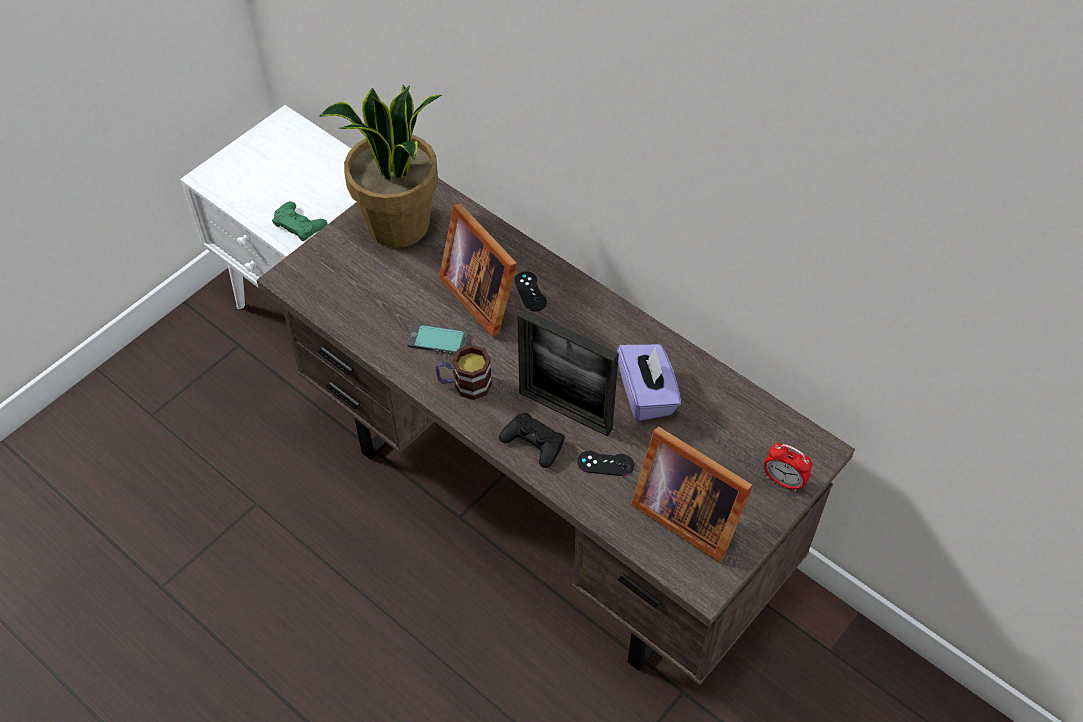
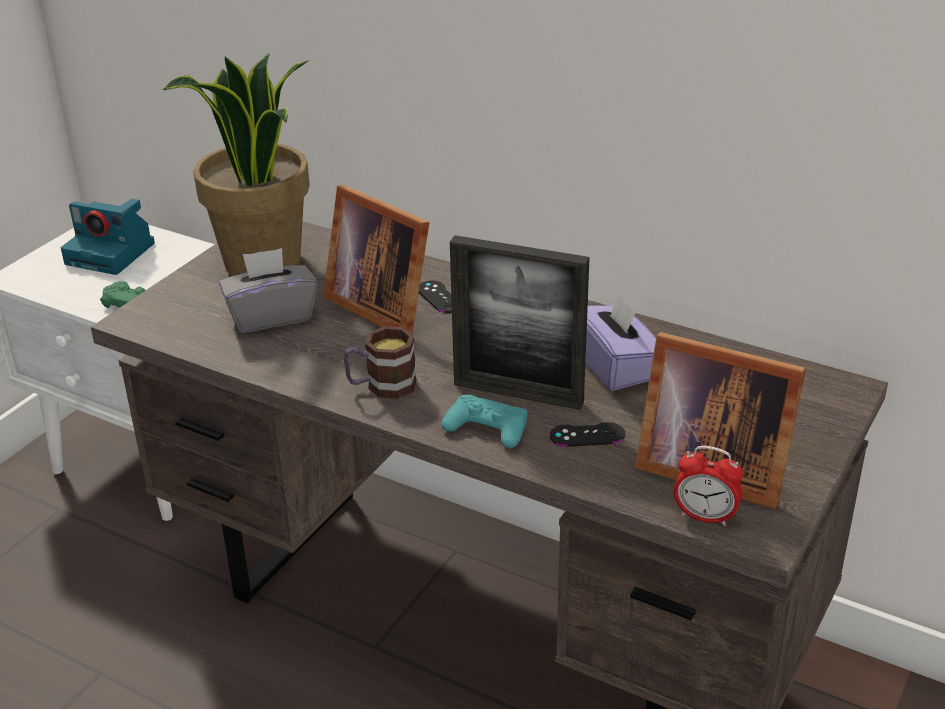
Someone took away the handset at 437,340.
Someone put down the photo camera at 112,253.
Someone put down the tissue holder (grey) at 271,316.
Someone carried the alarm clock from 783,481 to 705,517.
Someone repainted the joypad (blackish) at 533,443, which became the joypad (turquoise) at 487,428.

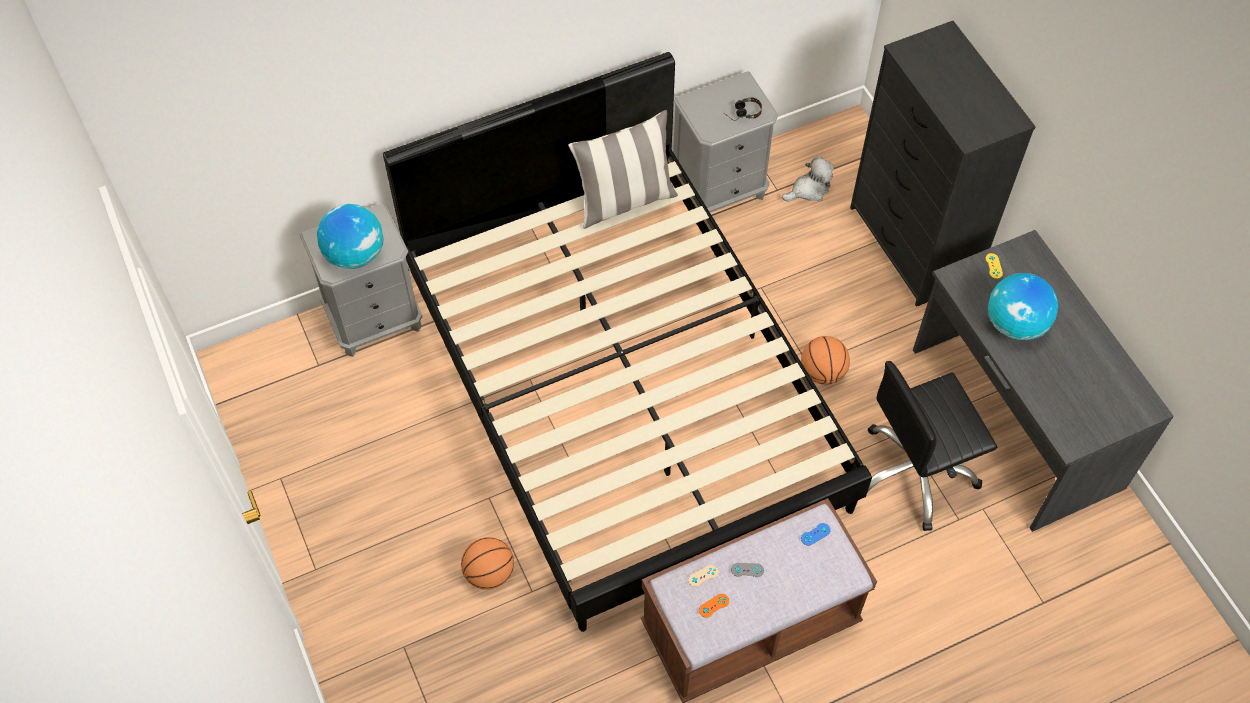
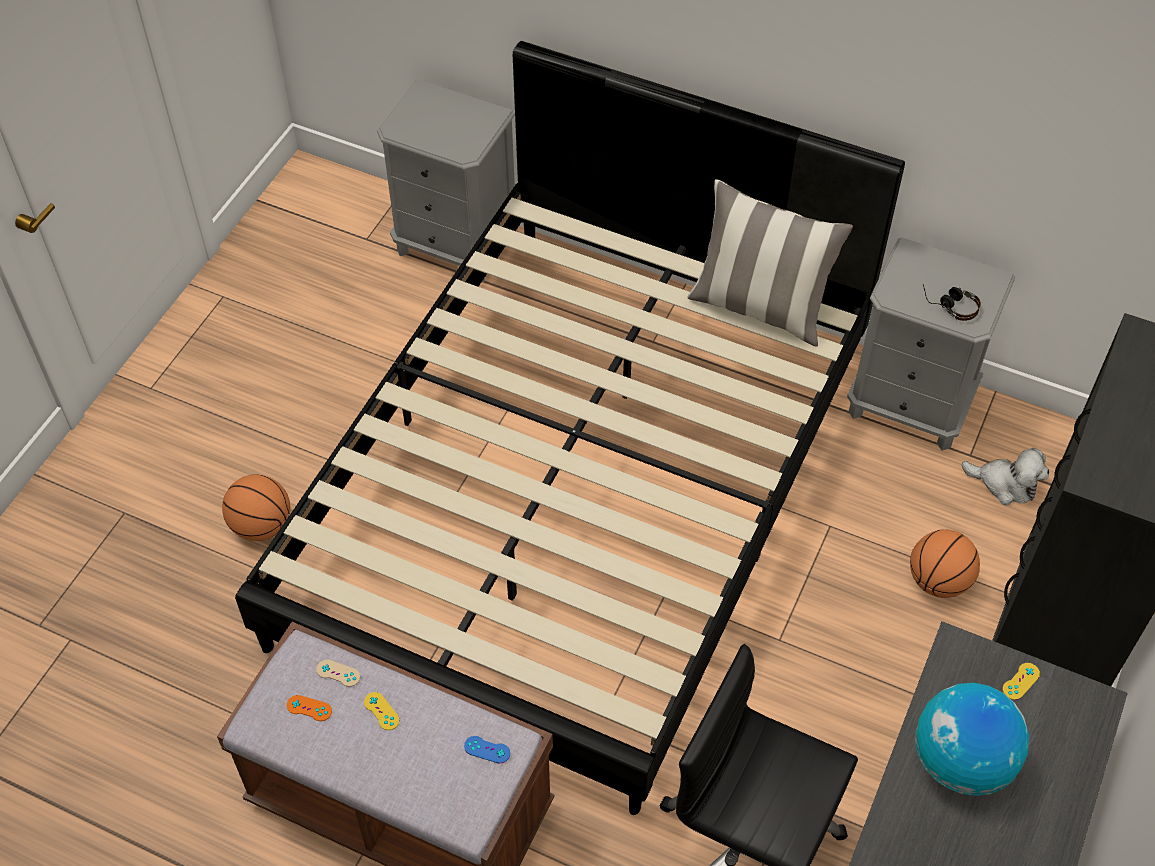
Someone took away the desk globe at 354,254.
Someone carried the ball for basketball from 822,372 to 938,581.
Someone repainted the joypad (grey) at 747,570, which became the joypad (yellow-coloured) at 381,711.

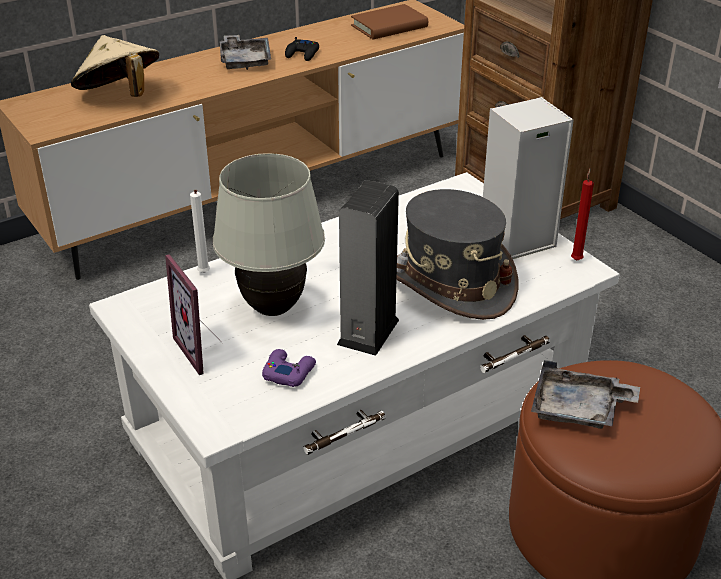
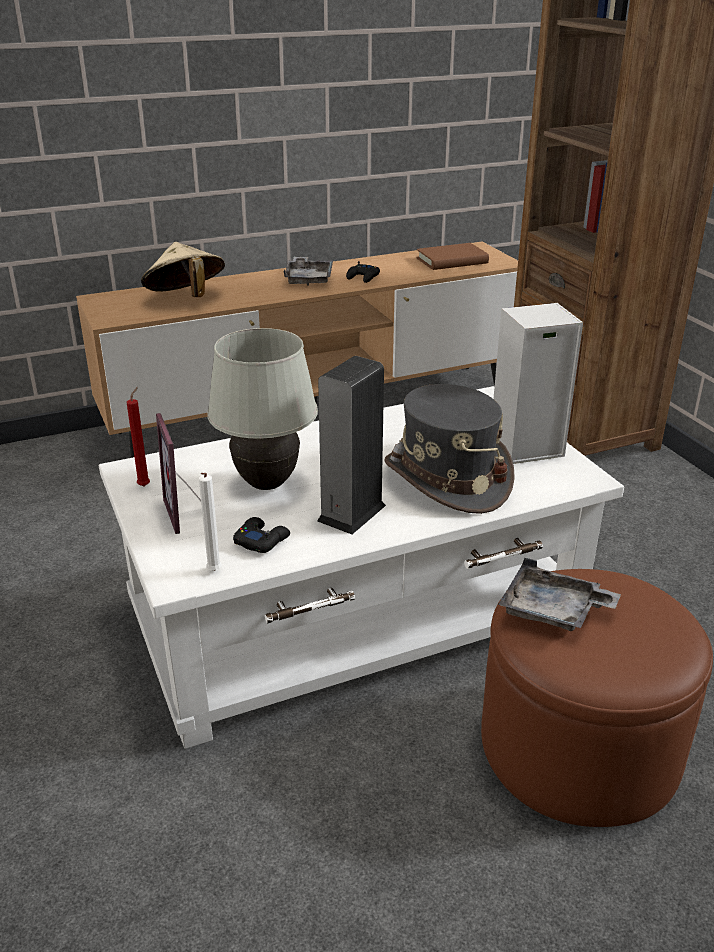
Someone carried the wax candle (white) from 203,274 to 213,572.
Someone carried the wax candle (red-coloured) from 576,259 to 145,485.
Someone repainted the joypad (purplish) at 288,372, which became the joypad (blackish) at 261,540.

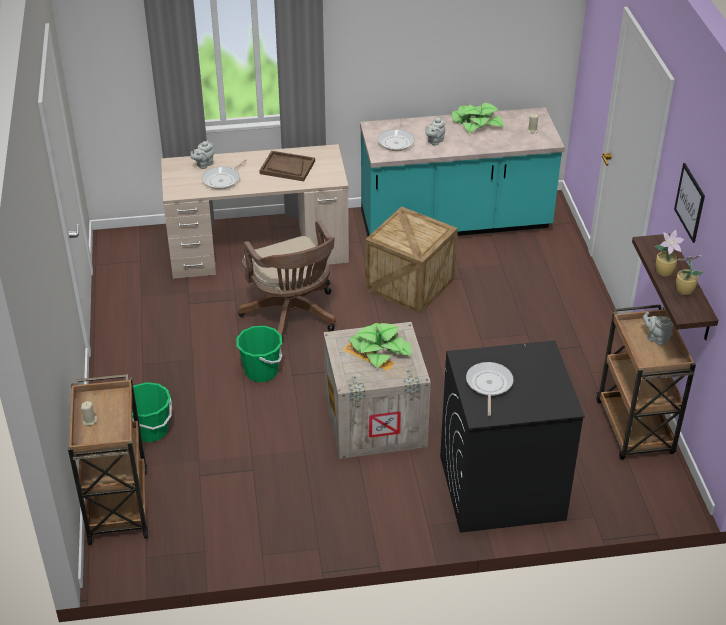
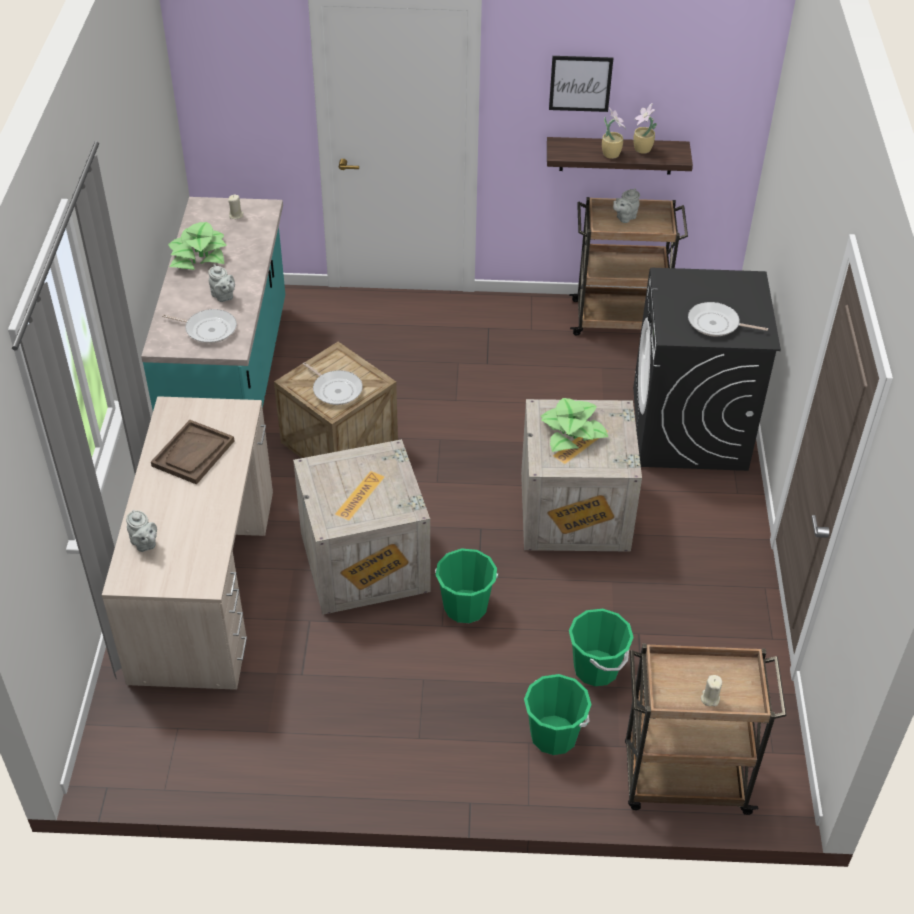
Someone put down the pail (green-coloured) at 596,668.
Someone carried the skillet from 223,180 to 335,389.
Someone swapped the office chair (brown-coloured) at 292,317 for the shipping crate at 366,563.

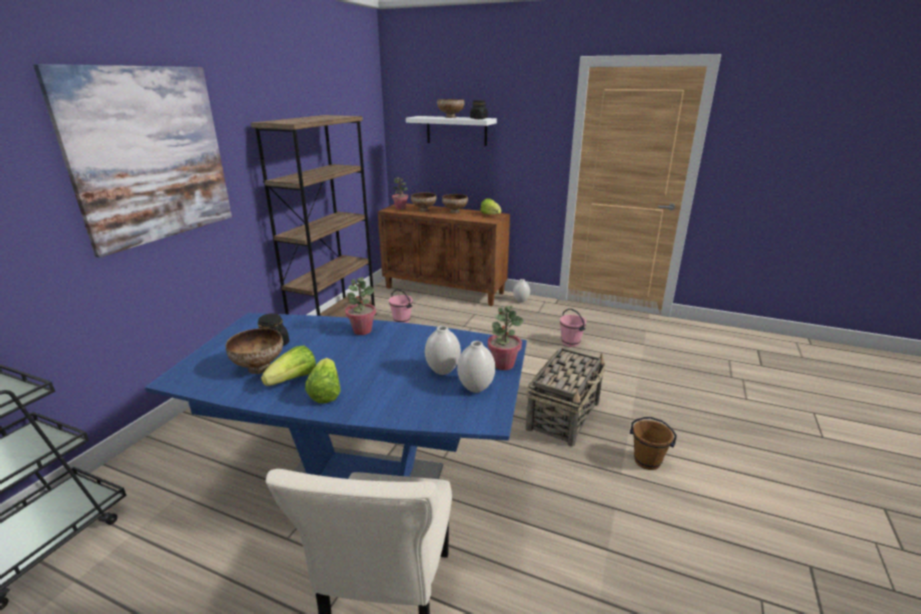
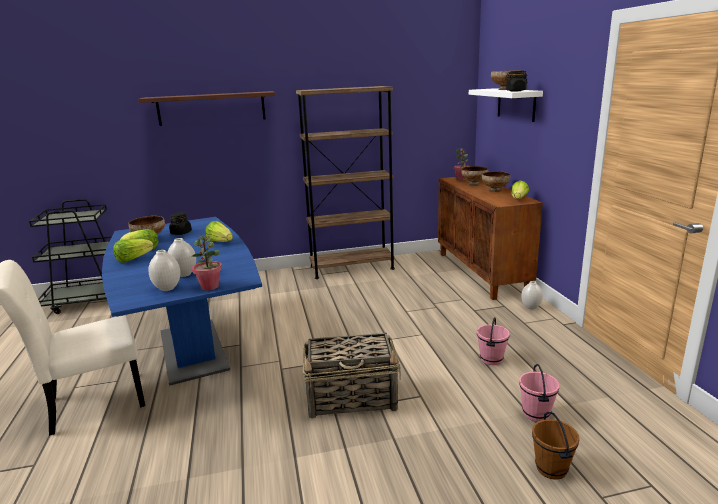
Someone carried the pail (pink) from 402,321 to 536,414.
Someone carried the pail (brown-coloured) from 647,461 to 552,469.
Someone swapped the wall art at 150,155 for the wall shelf at 211,108.
Someone swapped the plant in a pot at 362,330 for the head of lettuce at 220,242.

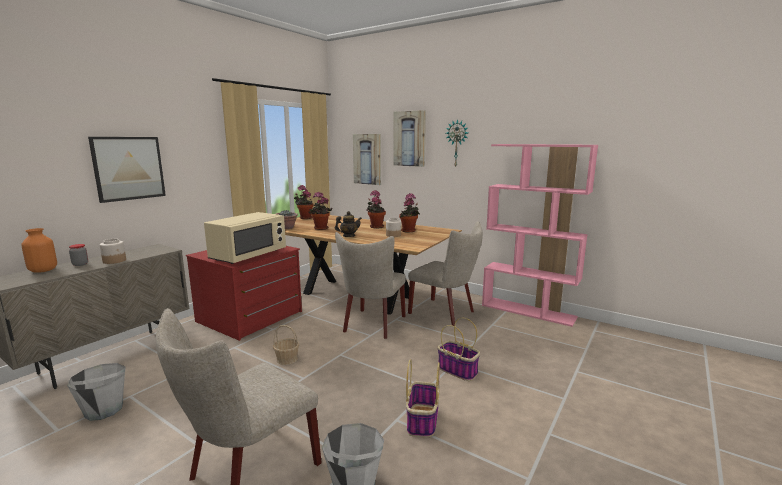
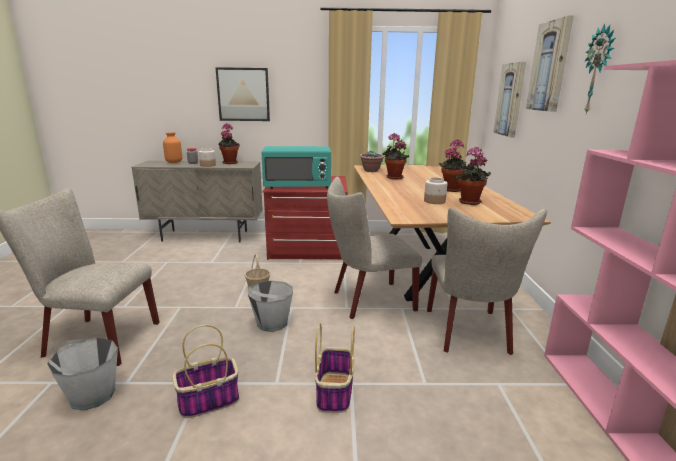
Someone took away the teapot at 348,236.
Someone carried the pail (grey) from 103,410 to 272,323.
Someone carried the plant in a pot from 304,218 to 229,162.
Someone repainted the microwave (beige) at 248,255, which became the microwave (turquoise) at 298,186.

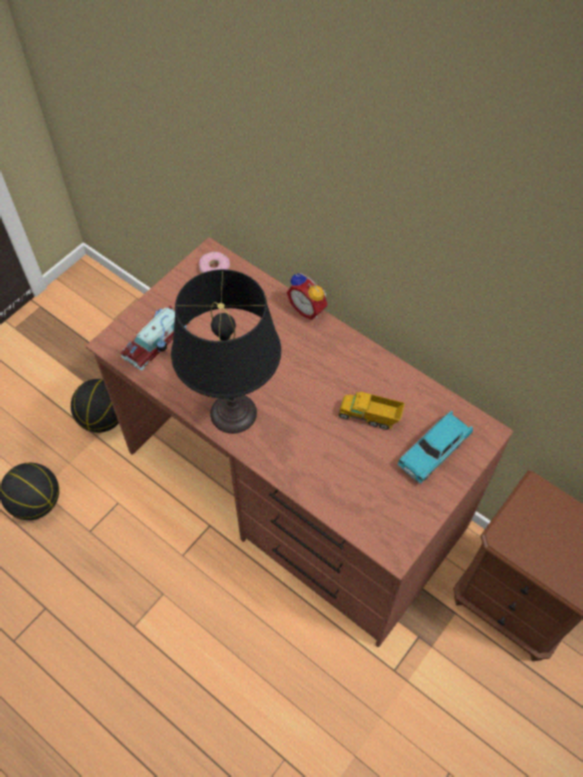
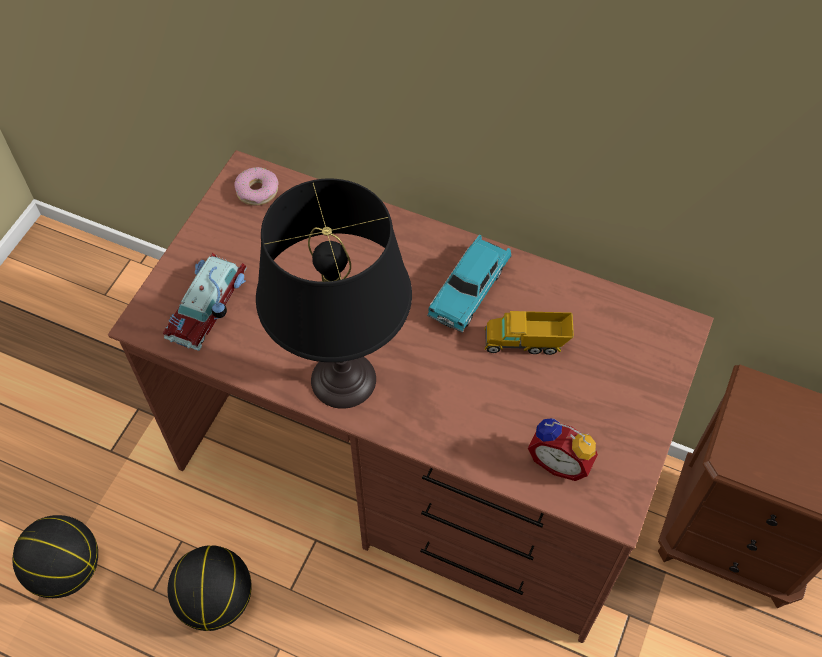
Someone carried the ball for basketball from 103,418 to 216,600.
Someone carried the alarm clock from 308,309 to 560,460.
Someone carried the toy car (turquoise) from 434,452 to 469,291.

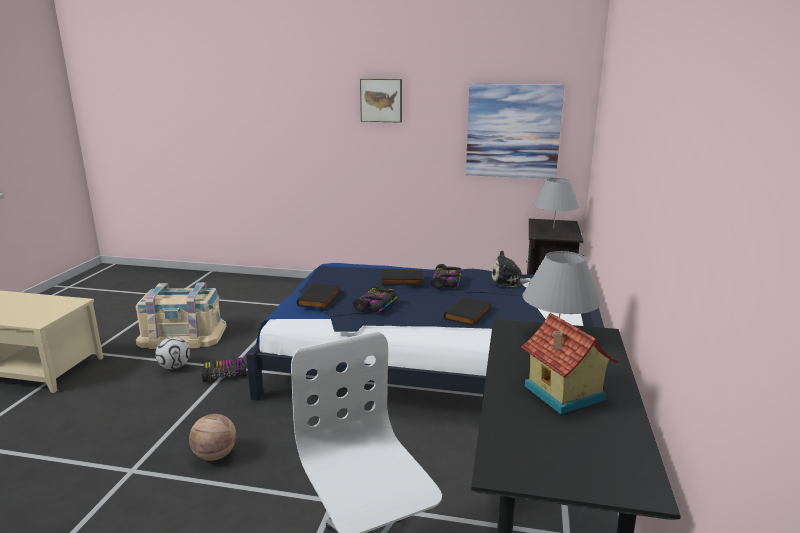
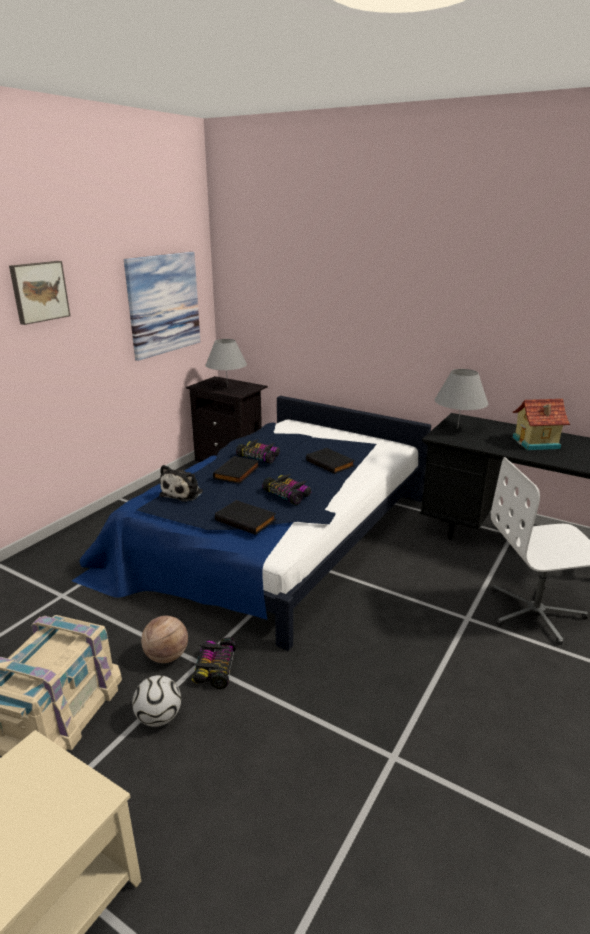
Someone carried the ball for basketball from 215,455 to 166,656.
Someone carried the plush toy from 508,281 to 183,493.

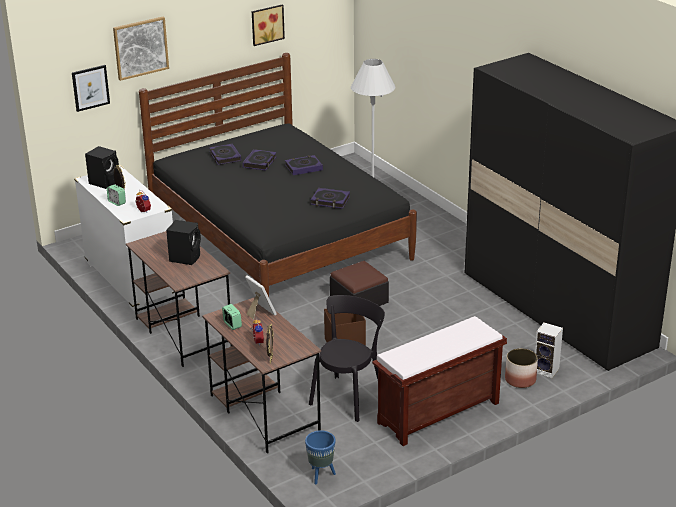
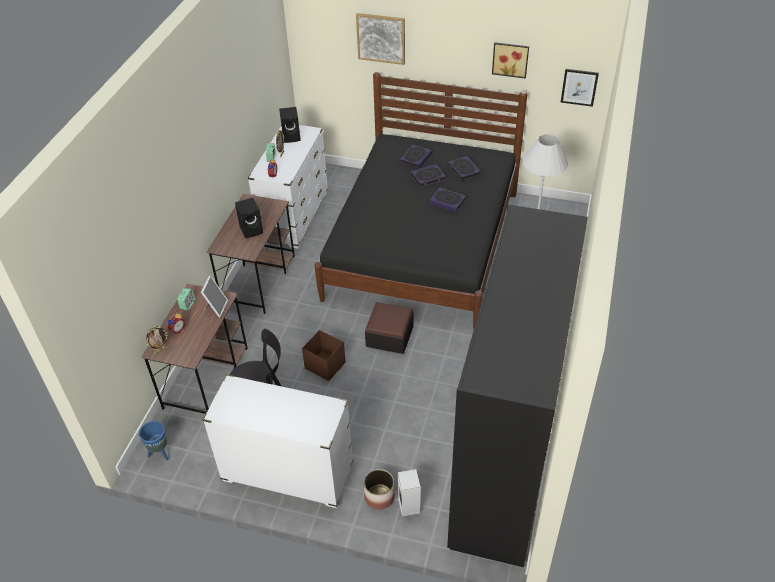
Someone carried the wall art from 90,87 to 579,87.
Someone carried the bound book from 330,201 to 463,170.
Someone swapped the long seat (brown-coloured) at 437,414 for the dresser (white) at 287,473.

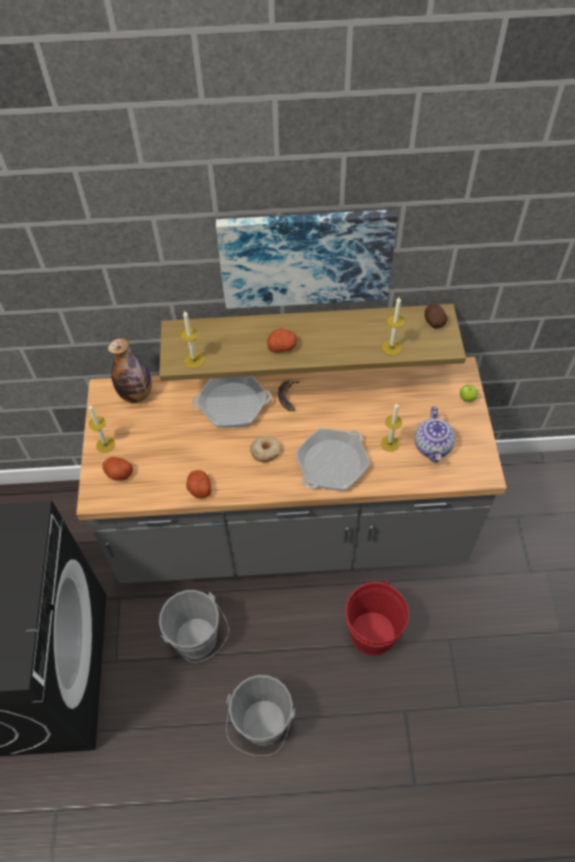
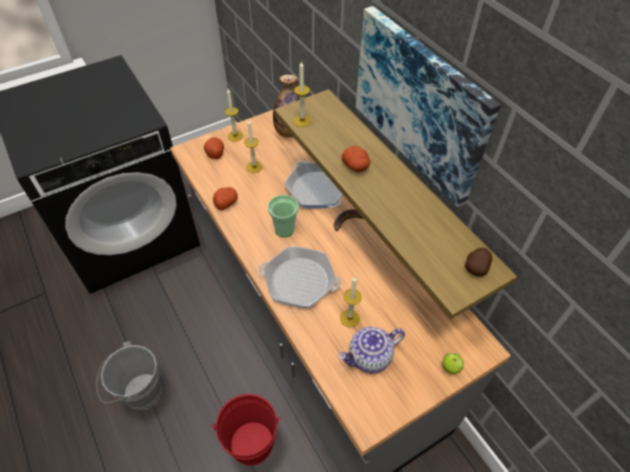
Someone took away the pail (grey) at 199,642.
Someone carried the wax candle from 391,347 to 254,167.
Someone swapped the ring doughnut at 265,451 for the drinking cup at 284,229.

